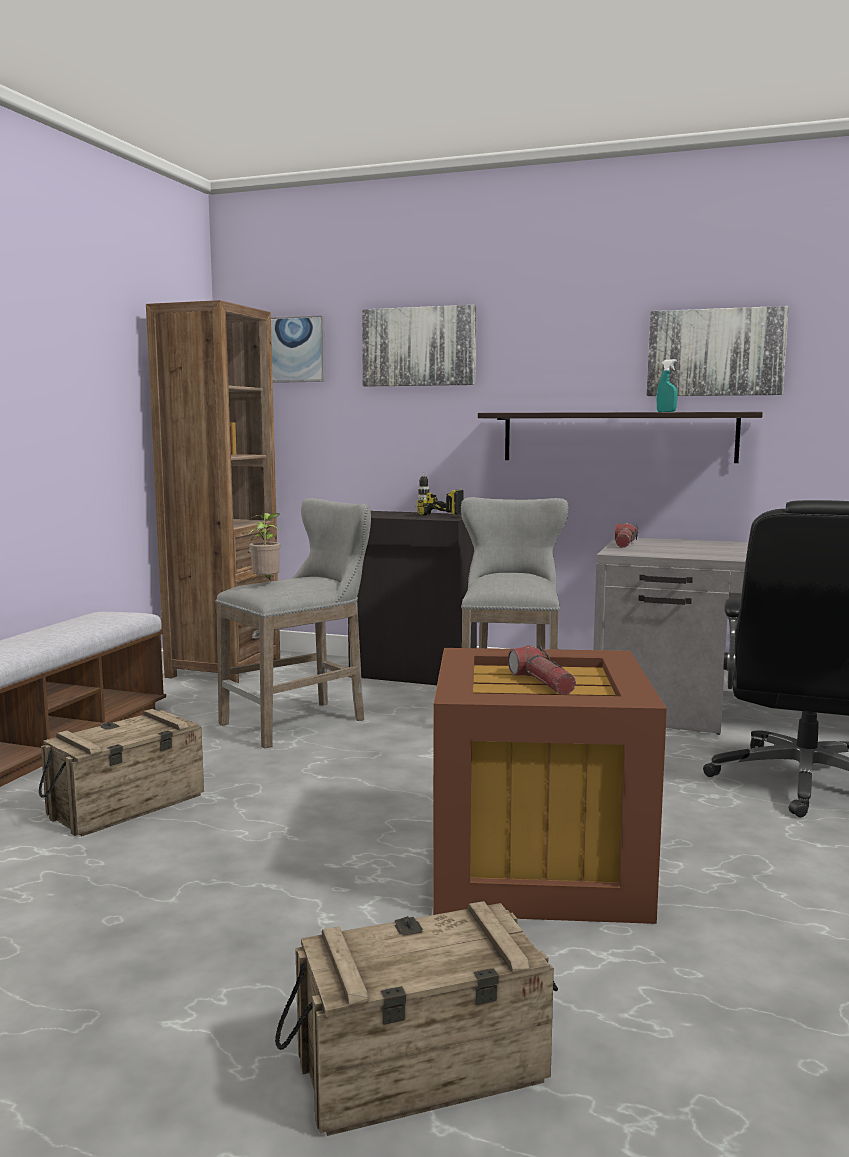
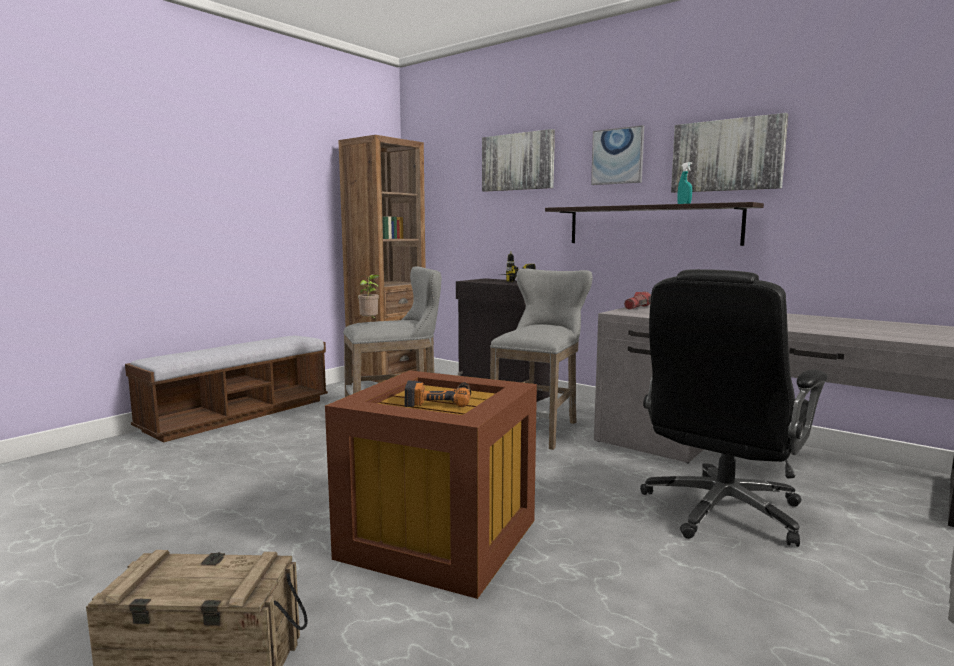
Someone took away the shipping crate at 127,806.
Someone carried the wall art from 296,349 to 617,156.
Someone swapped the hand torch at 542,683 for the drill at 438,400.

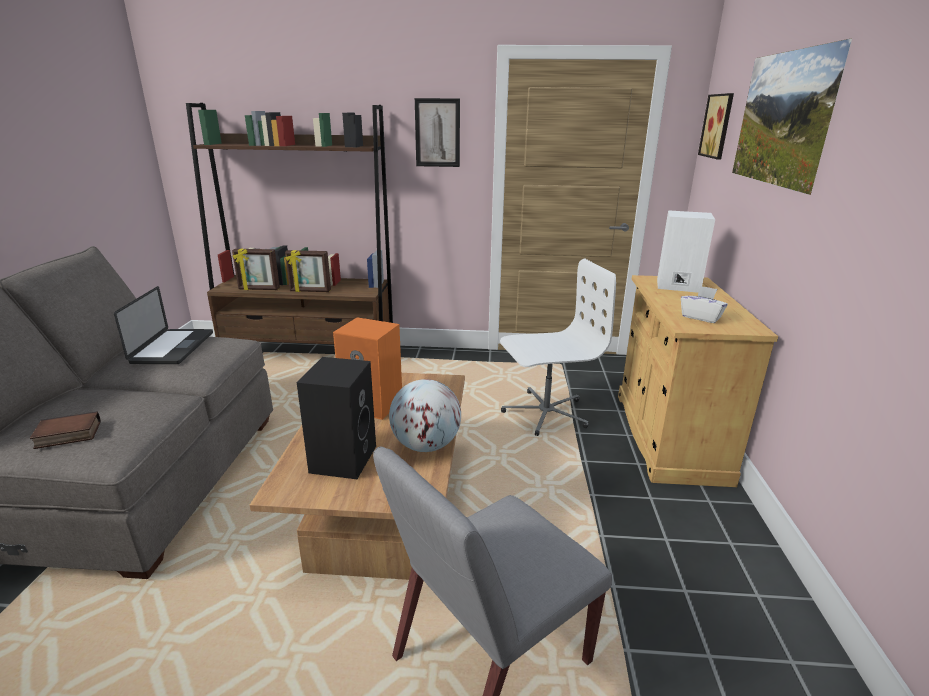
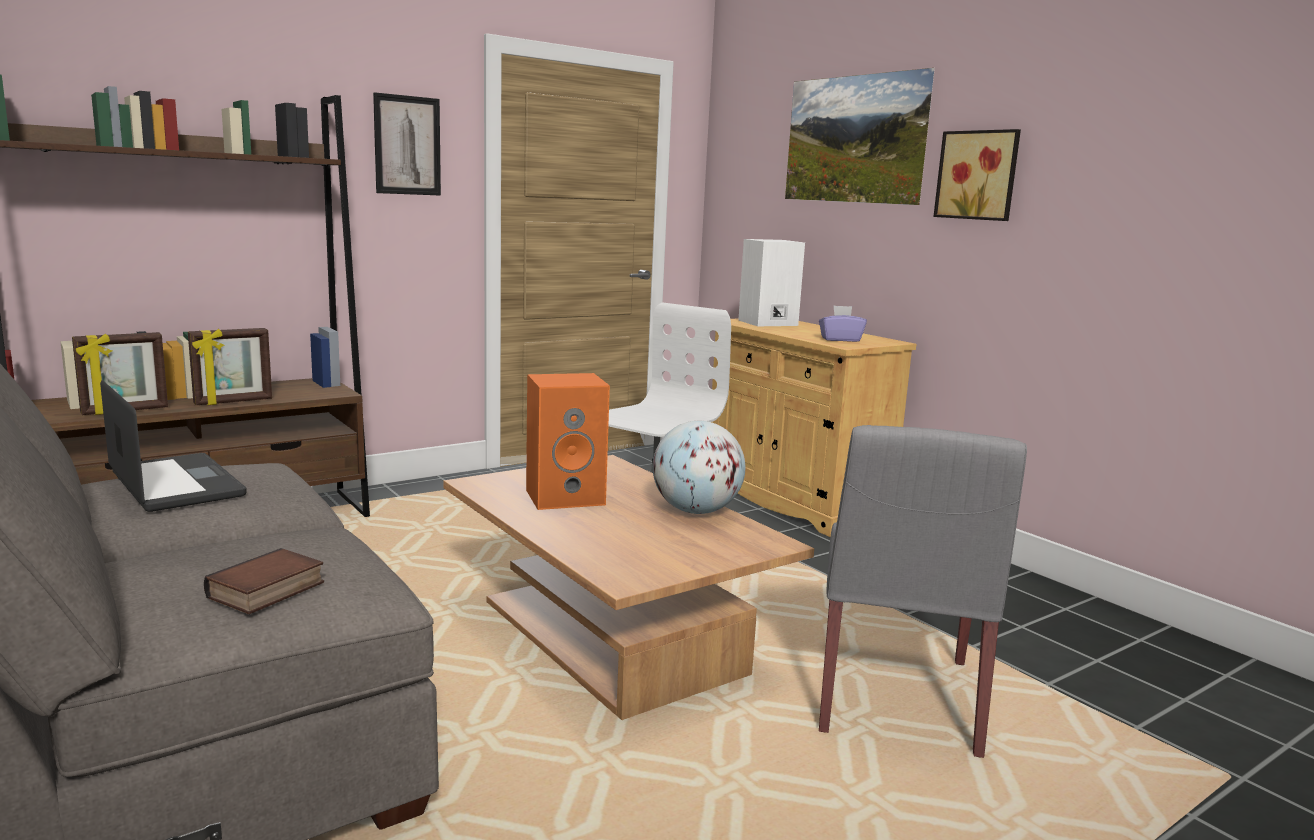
Someone took away the loudspeaker (blackish) at 342,458.
Someone carried the wall art from 719,126 to 979,175.
Someone repainted the tissue holder (white) at 701,317, which became the tissue holder (purplish) at 840,339.

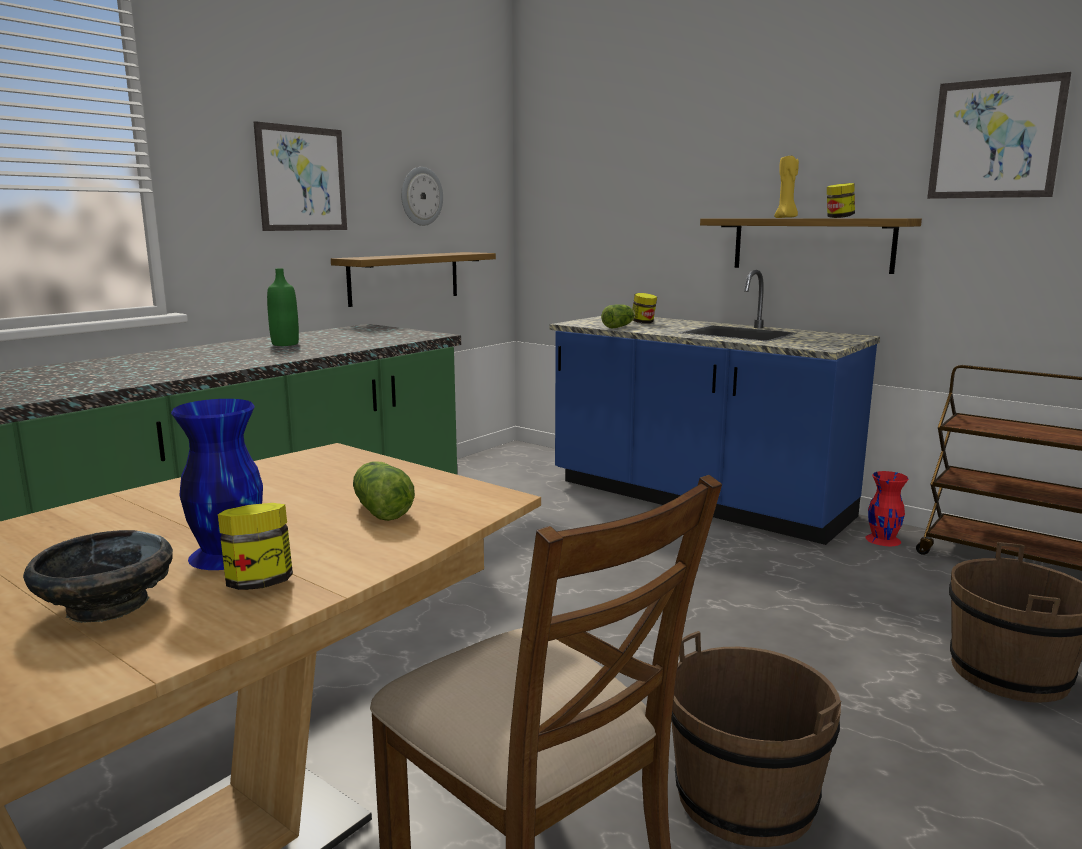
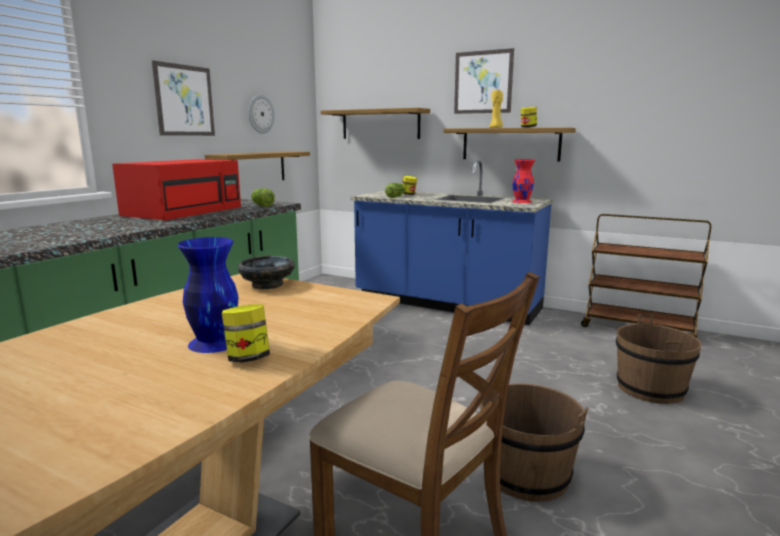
Someone put up the wall shelf at 380,124.
Someone carried the serving bowl (blackish) from 105,606 to 267,285.
Someone carried the head of lettuce from 380,509 to 261,205.
Someone carried the vase (red-coloured) from 883,539 to 522,201.
Someone carried the wall art from 995,139 to 483,82.
Someone swapped the beverage bottle (green-coloured) at 285,344 for the microwave (red-coloured) at 185,211.

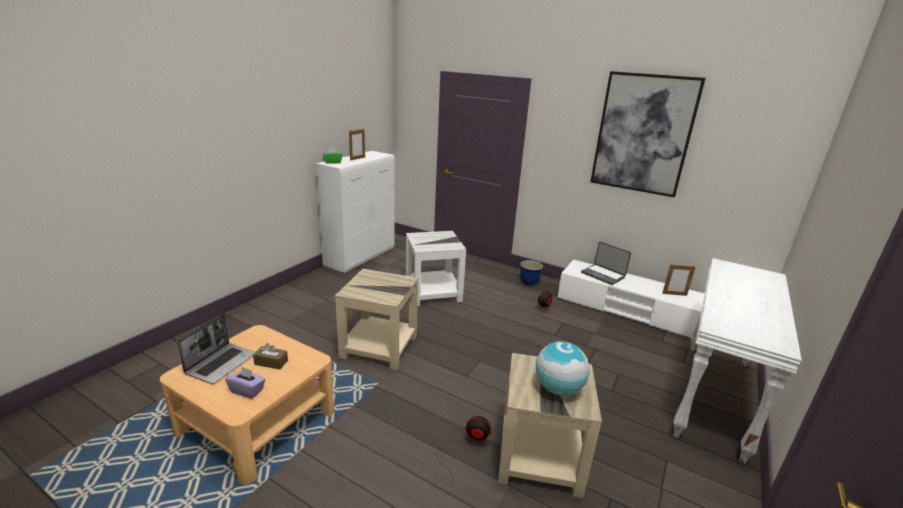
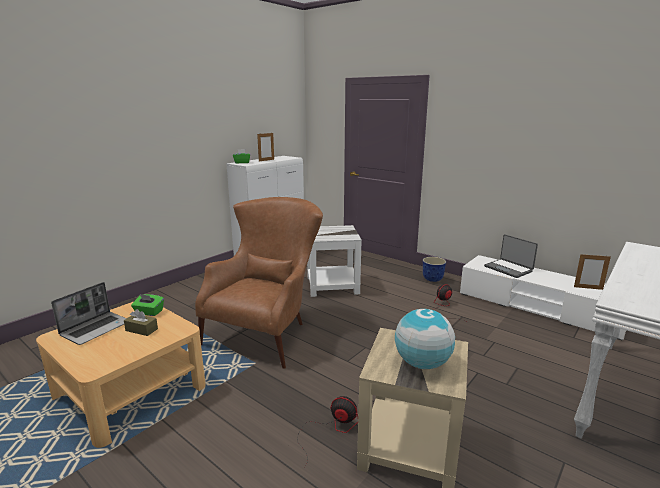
Someone took away the tissue holder (purplish) at 247,390.
Someone took away the wall art at 643,134.
Someone put down the tissue holder (green-coloured) at 149,312.
Someone swapped the side table (beige) at 380,346 for the easy chair (brown-coloured) at 268,330.

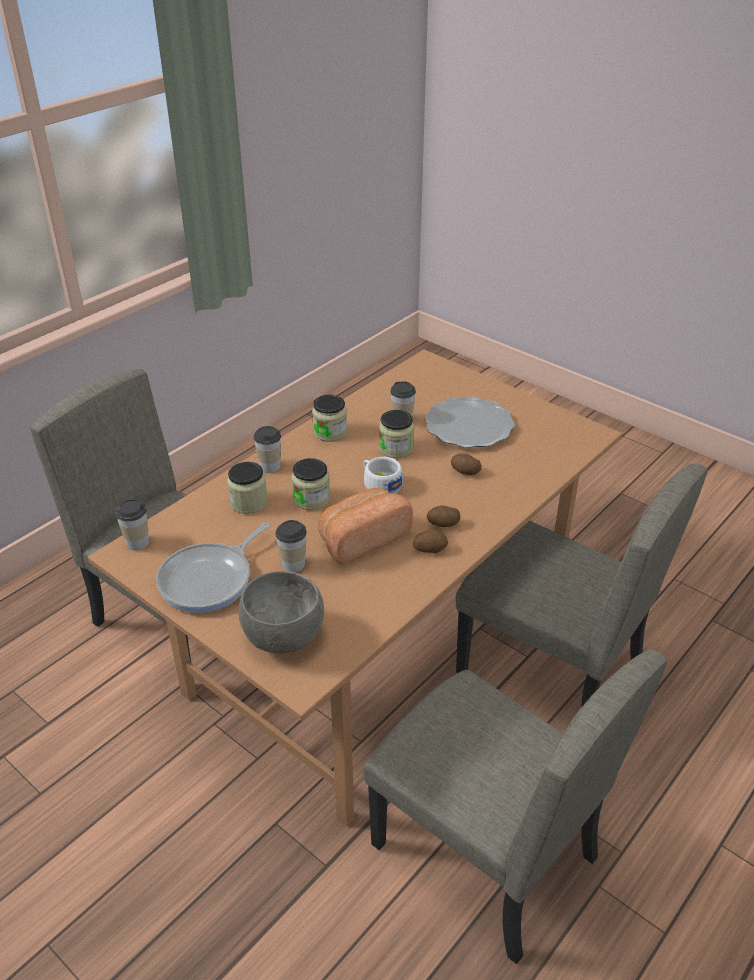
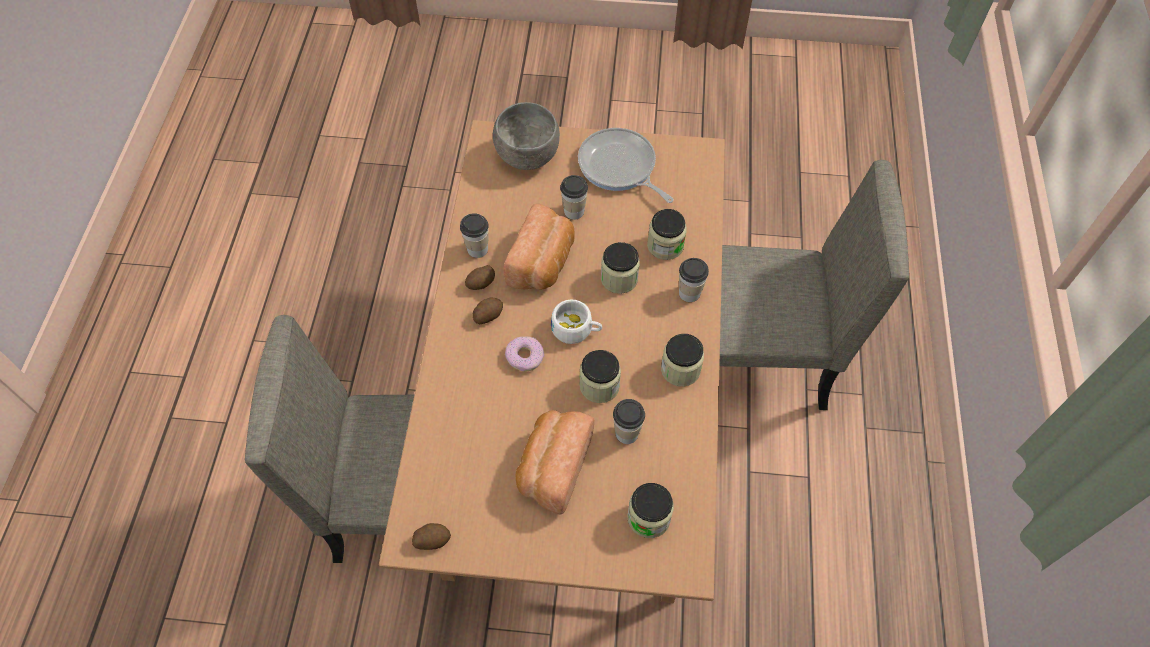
Someone took away the plain chair (beige) at 483,852.
Someone put down the ring doughnut at 525,356.
Someone put down the preserve jar at 649,517.
Someone carried the drinking cup from 137,542 to 477,249.
Someone carried the potato from 465,472 to 432,539.
Someone swapped the plate at 468,426 for the bread at 553,467.
Someone rotated the skillet at 210,580 by 45 degrees counterclockwise.

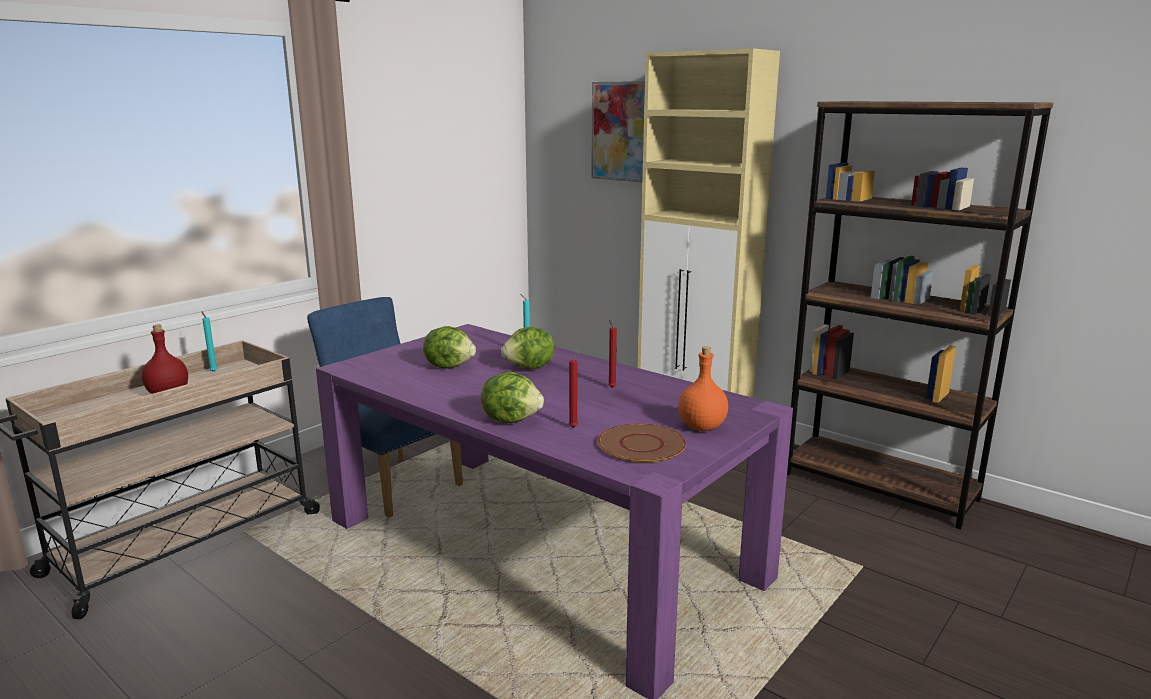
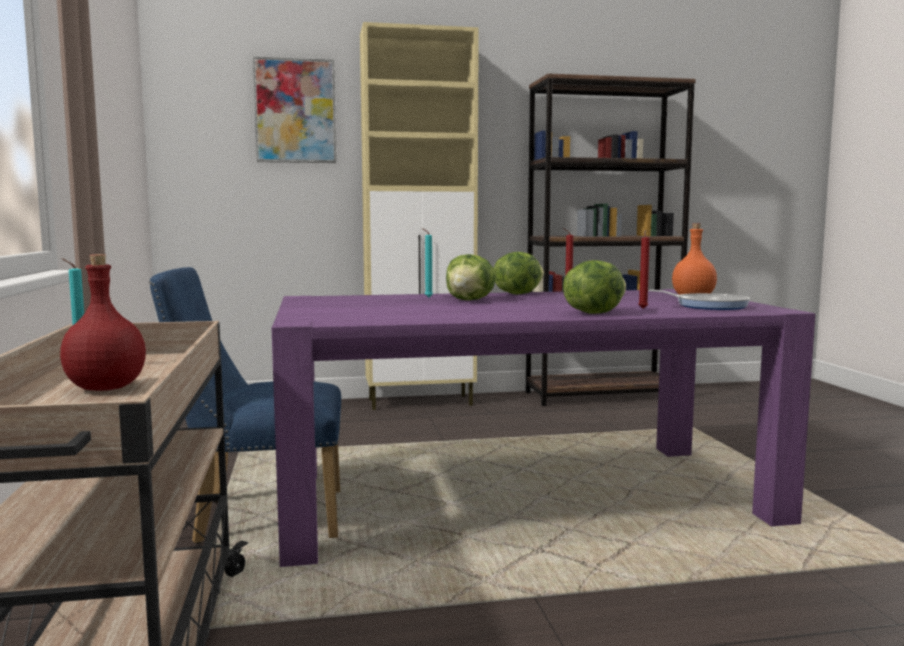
Someone carried the head of lettuce from 450,366 to 517,294.
Someone swapped the plate (brown-coloured) at 642,445 for the skillet at 708,306.

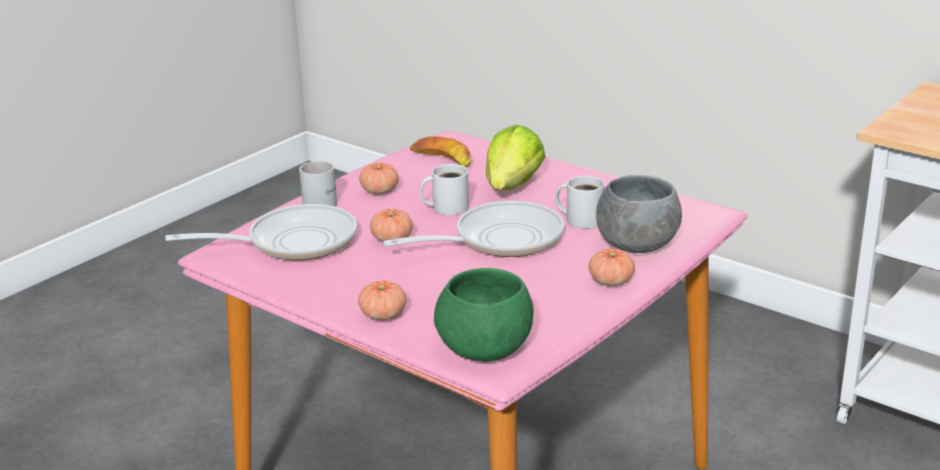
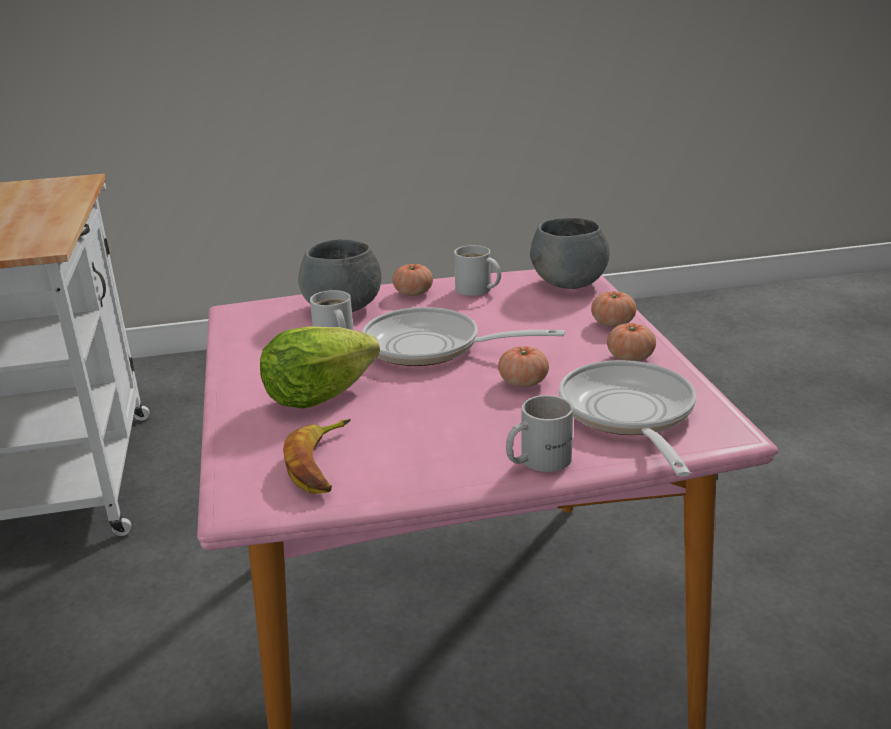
Someone carried the whole tomato from 379,191 to 630,357.
Someone carried the coffee mug (white) from 446,207 to 475,290.
Someone repainted the serving bowl (green-coloured) at 484,350, which became the serving bowl (grey) at 569,283.
Someone rotated the skillet at 292,242 by 60 degrees clockwise.

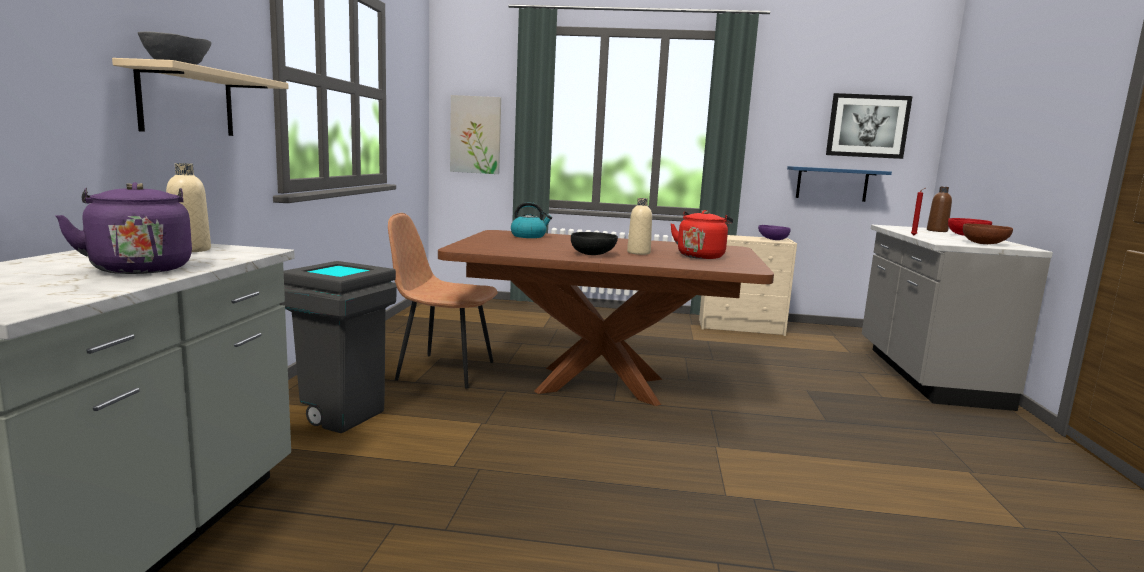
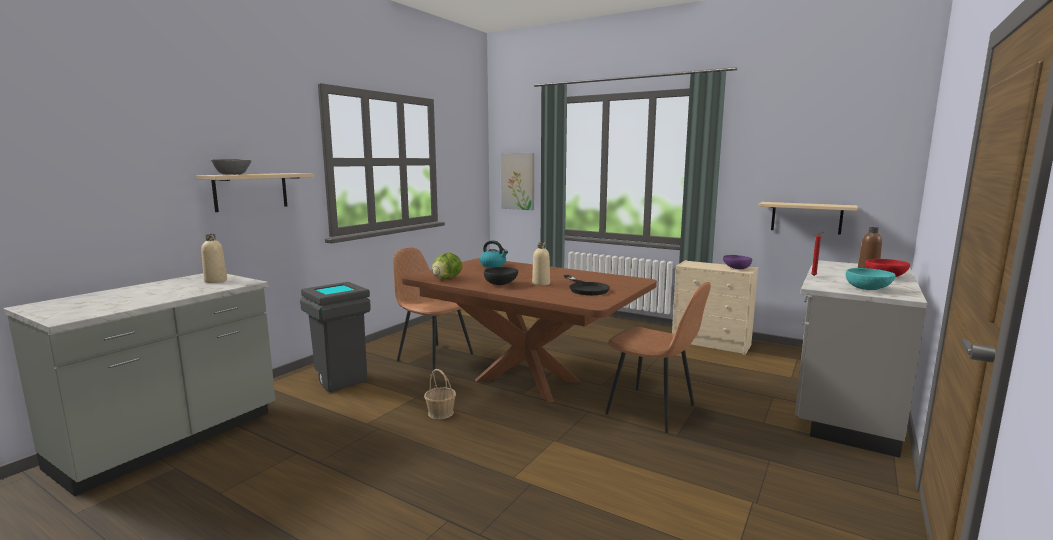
Someone took away the kettle (purplish) at 140,268.
Someone took away the wall art at 867,126.
Someone put down the basket at 440,413.
Someone put down the head of lettuce at 446,278.
Someone put down the plain chair (brown-coloured) at 653,410.
Someone swapped the kettle (red-coloured) at 701,256 for the skillet (blackish) at 586,288.
Someone repainted the wall shelf (blue-coloured) at 832,184, which became the wall shelf (beige) at 806,217.
Someone repainted the serving bowl (brown-coloured) at 984,243, which became the serving bowl (turquoise) at 868,289.

